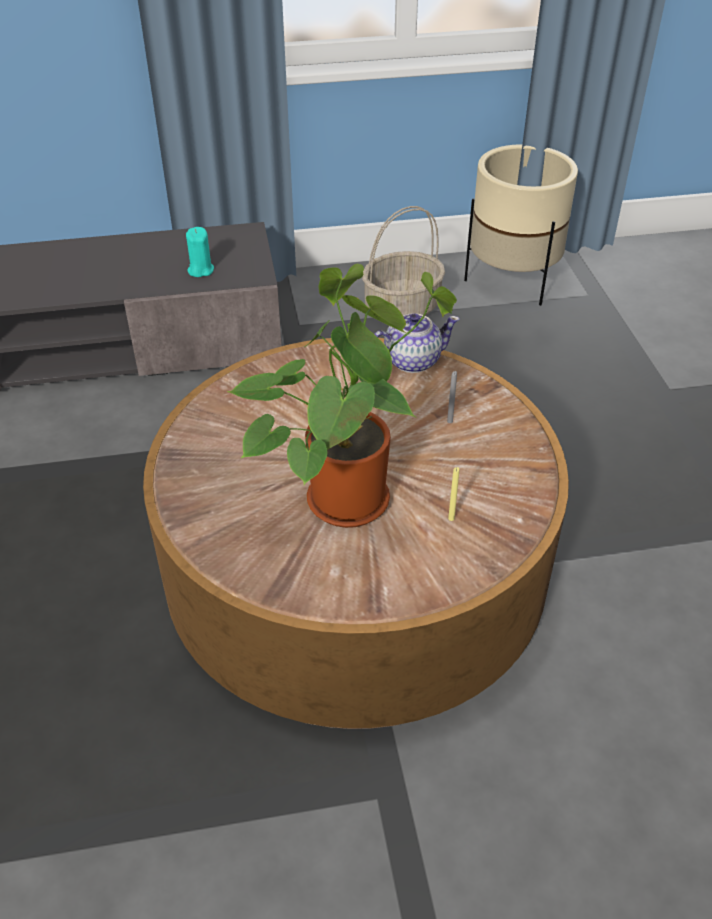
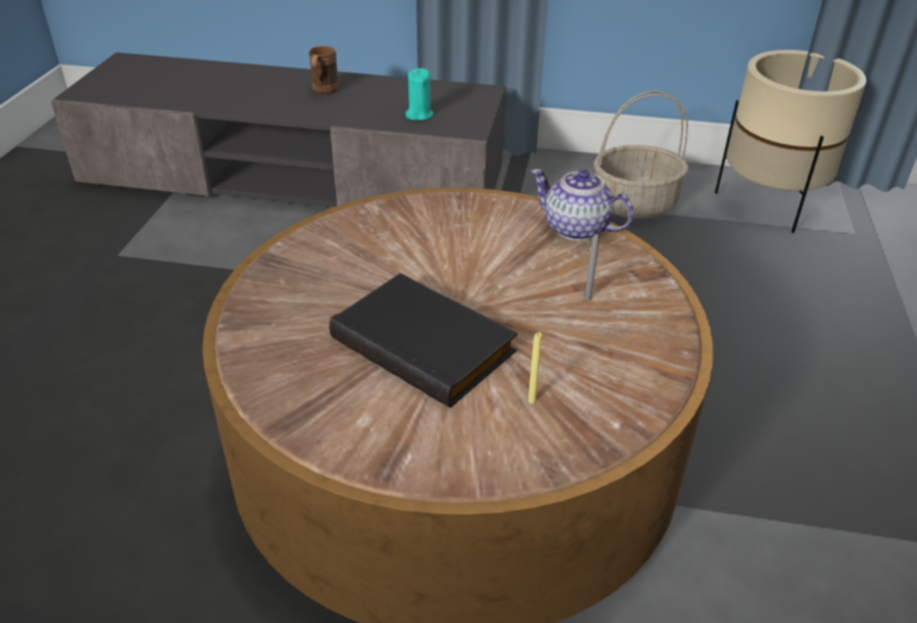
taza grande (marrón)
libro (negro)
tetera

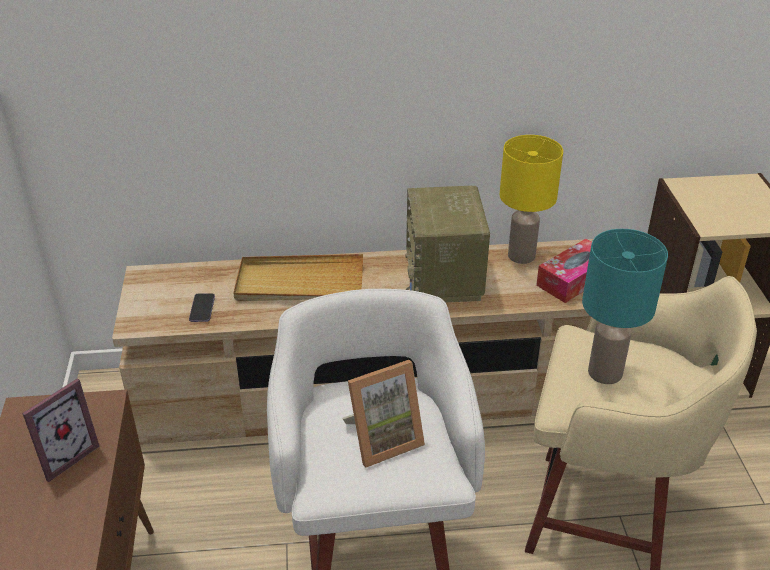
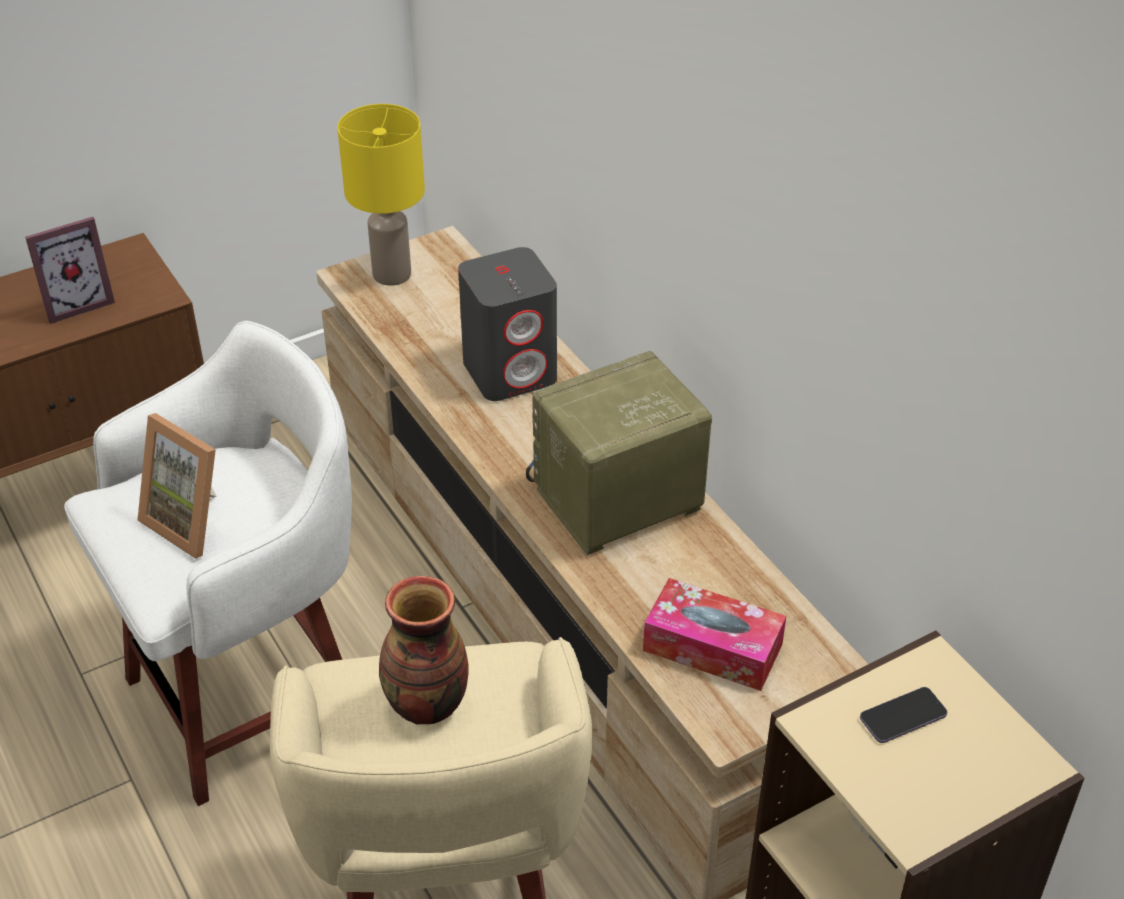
portarretratos (1st from left)
lámpara de mesa (amarillo)
florero
altavoz (gris)
móvil

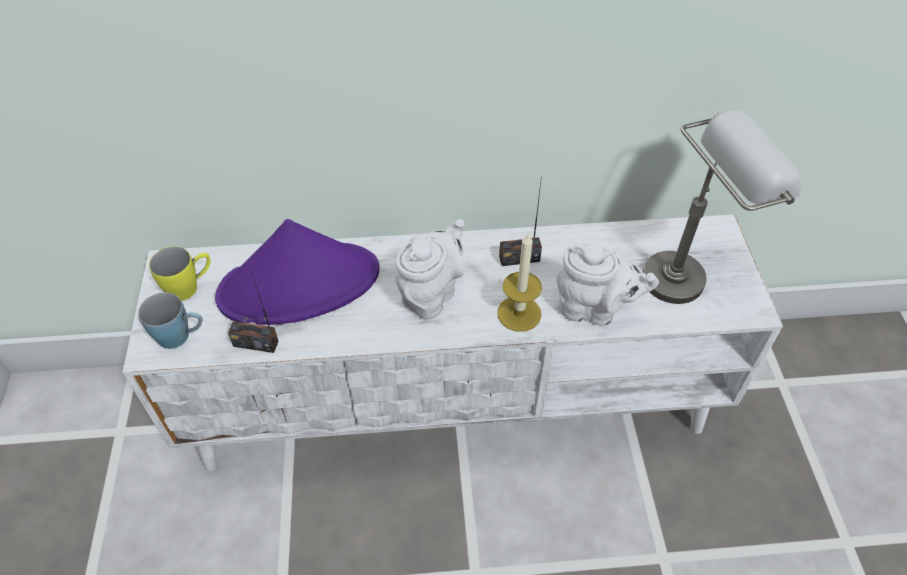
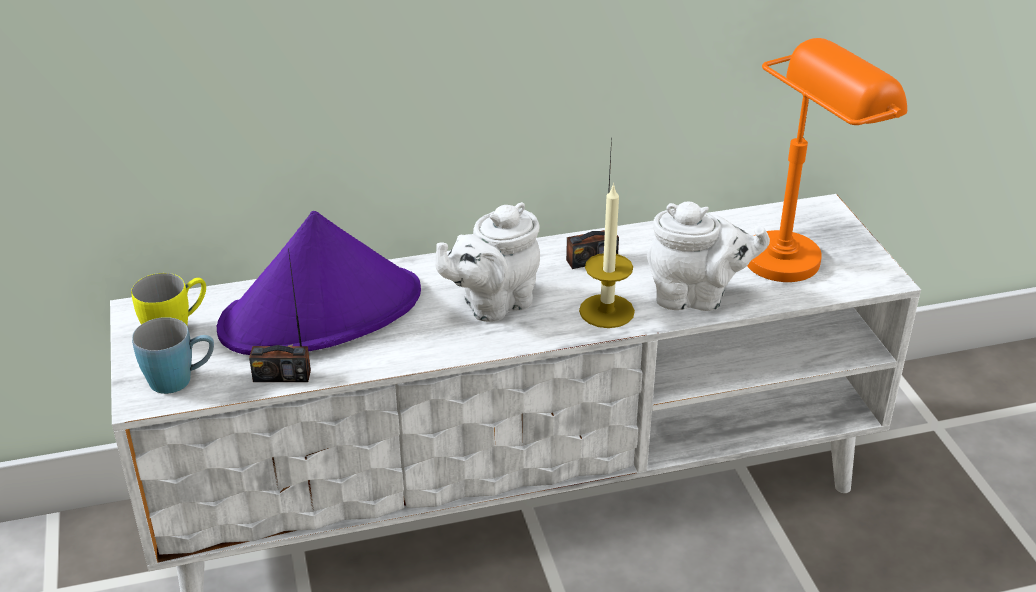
tetera (blanco) (1st from left)
lámpara de mesa (naranja)

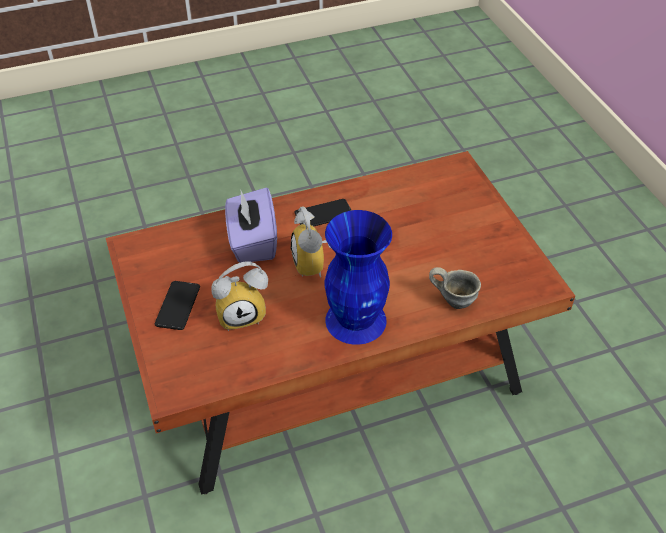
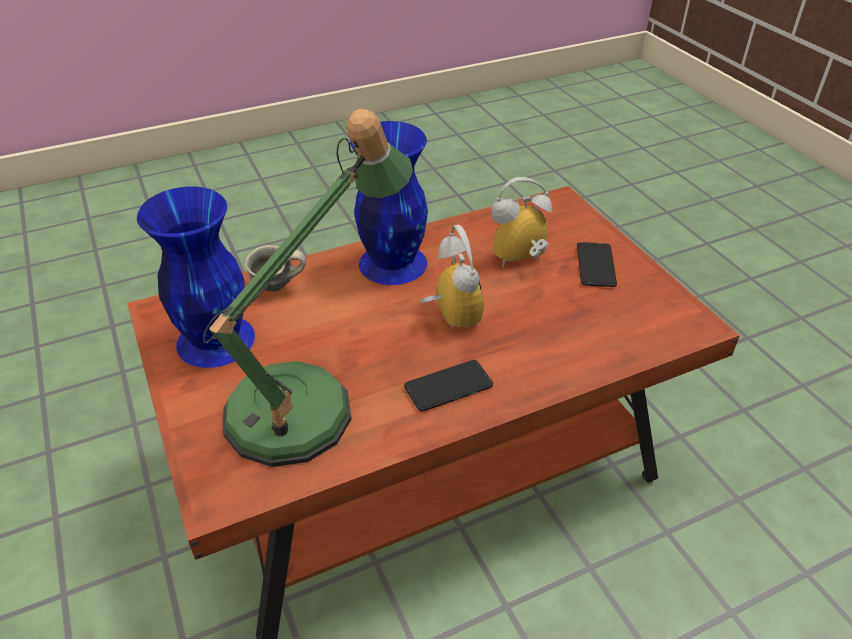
florero (azul) (1st from left)
lámpara de mesa
caja de pañuelos (morado)

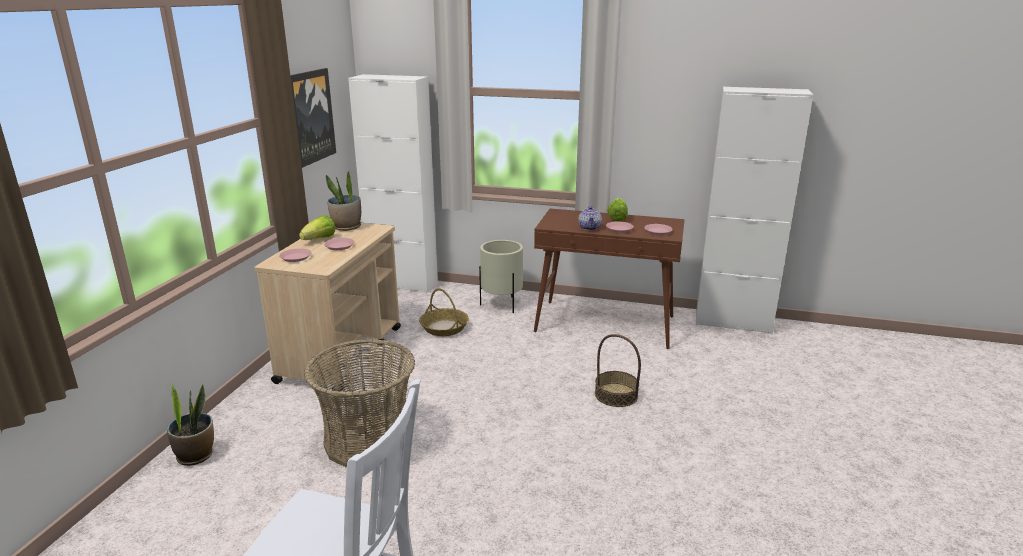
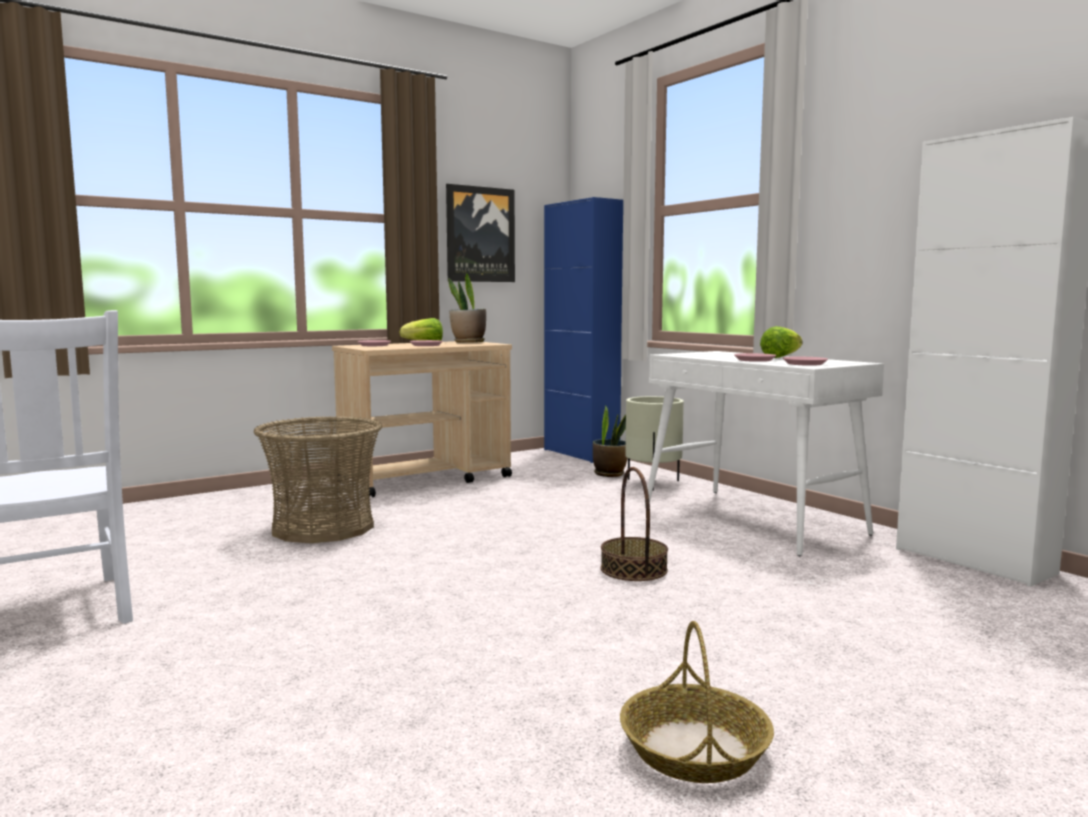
armario (azul)
planta en maceta (2nd from left)
cesta (3rd from left)
mesa consola (blanco)
tetera

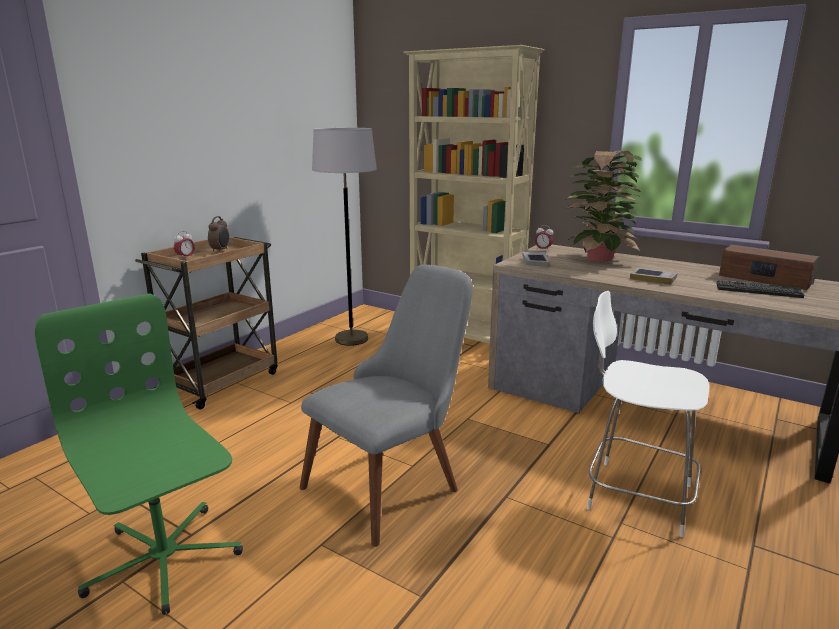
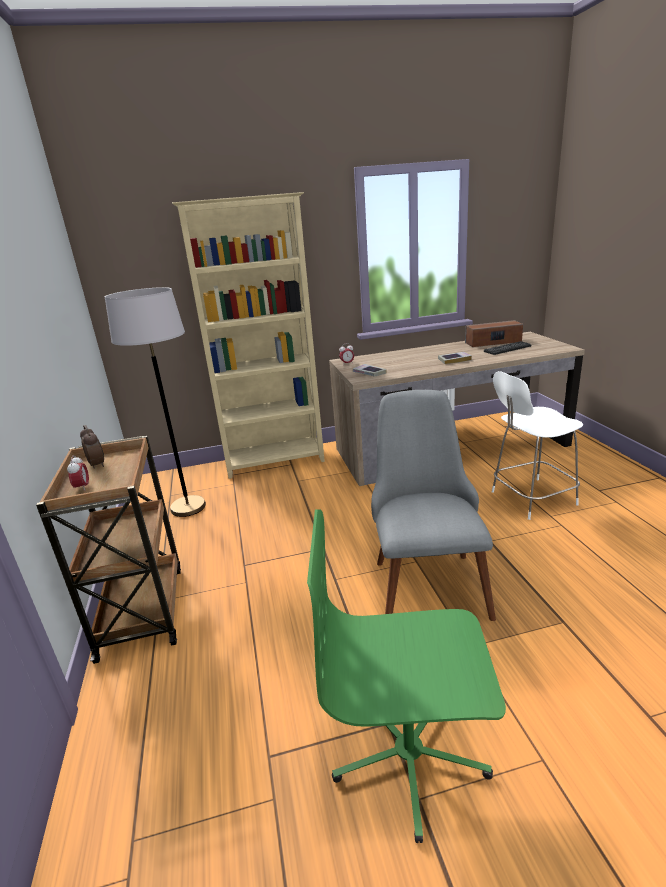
planta en maceta

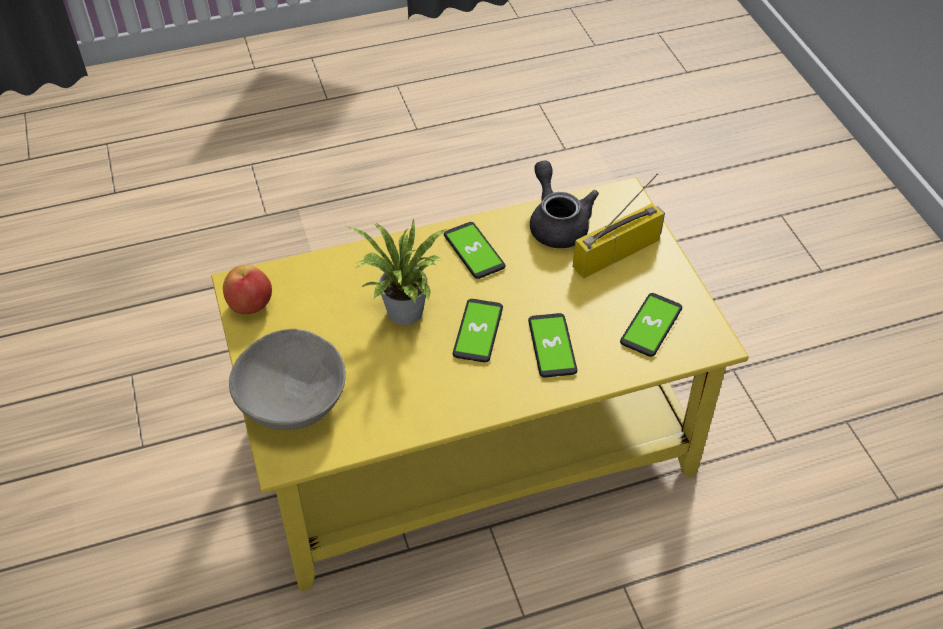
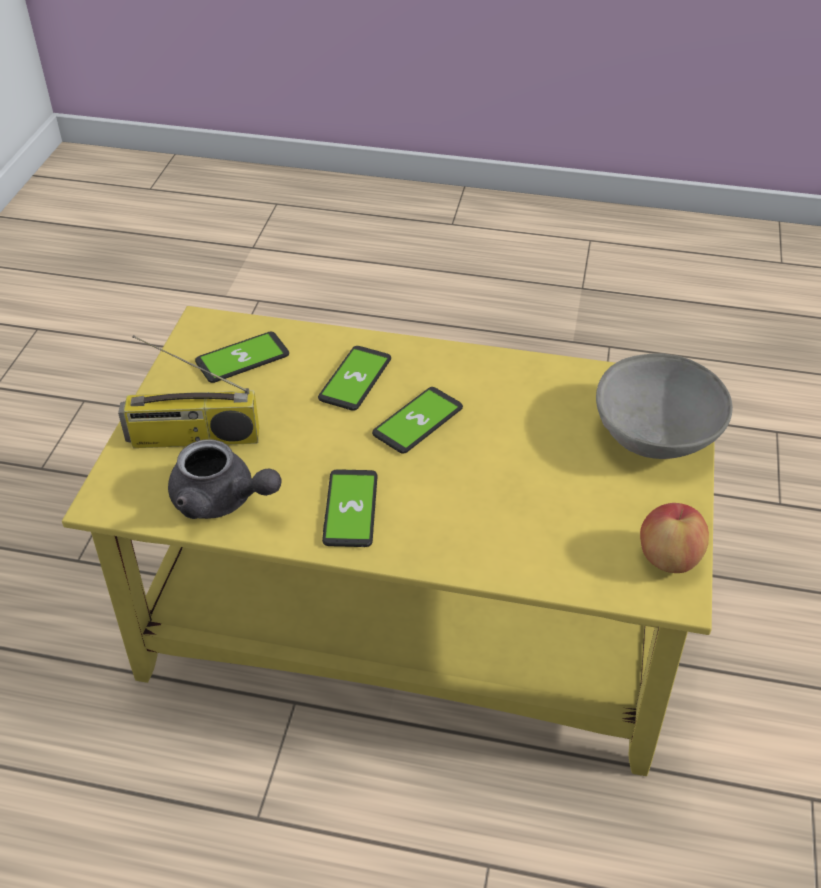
tetera (gris)
planta en maceta

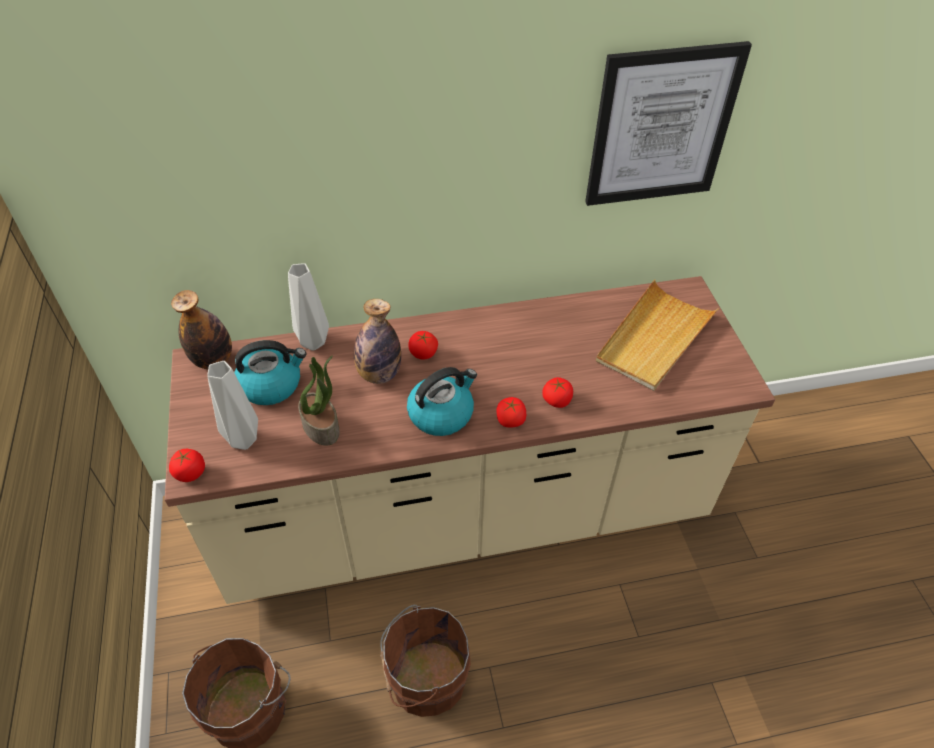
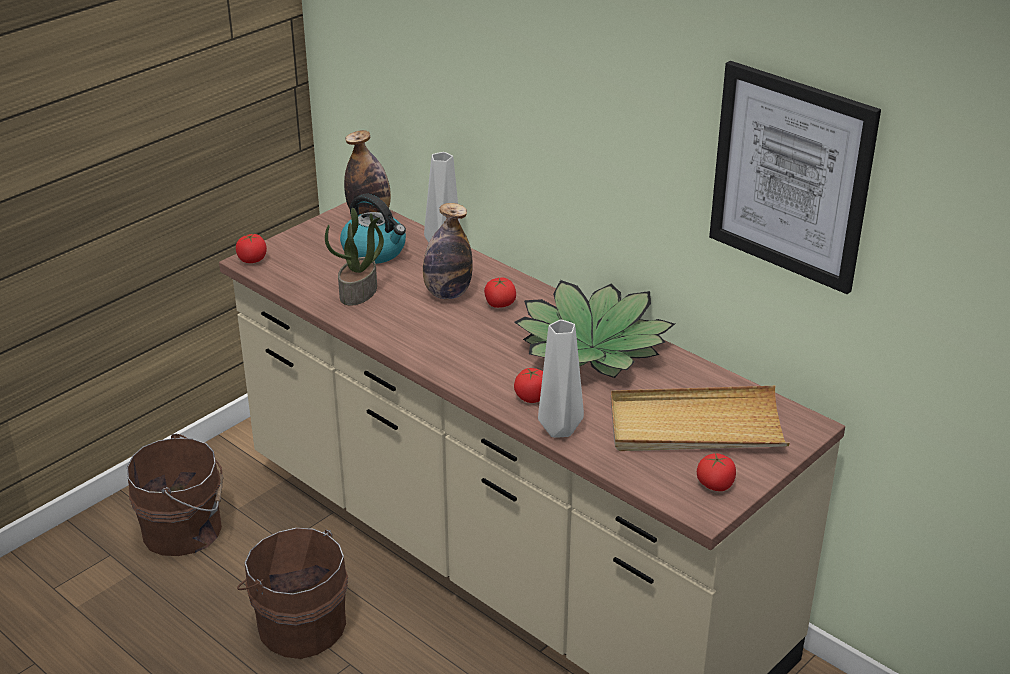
planta en maceta (2nd from left)
florero (gris) (2nd from left)
tomate (4th from left)
hervidor (2nd from left in the first image)

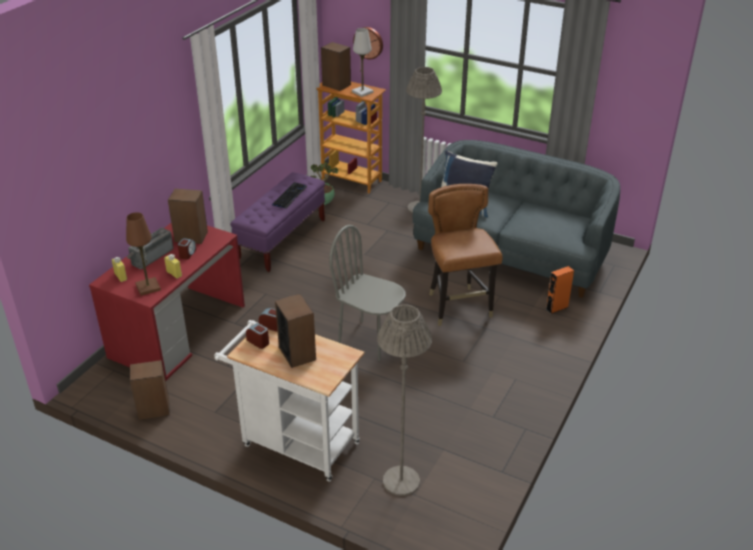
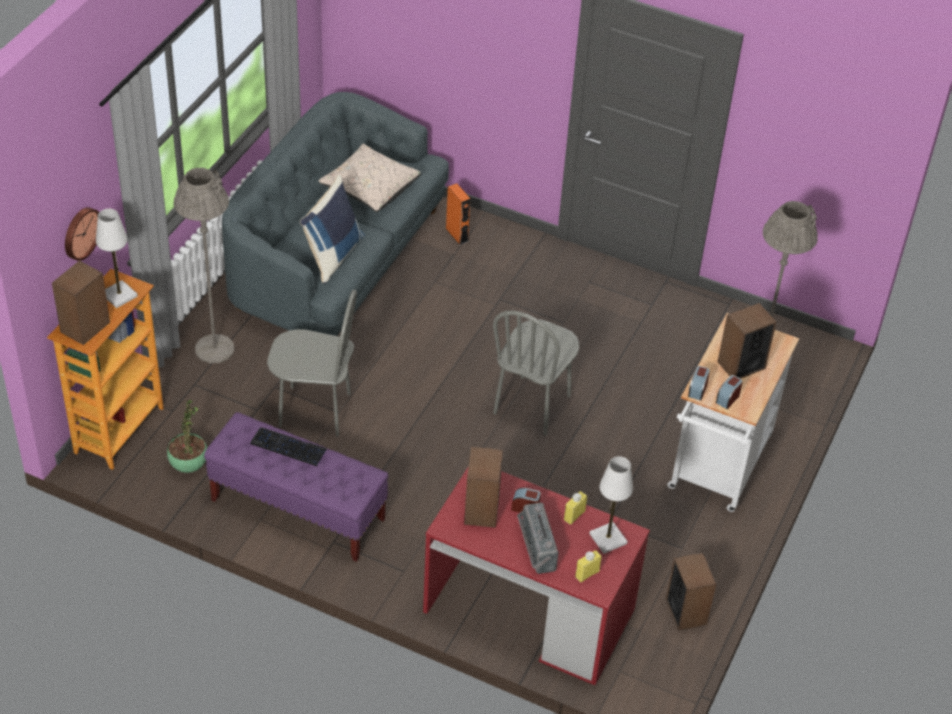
silla (gris) (1st from left)
cojín (beis)
radio
lámpara de mesa (blanco) (2nd from left)
silla (marrón)

